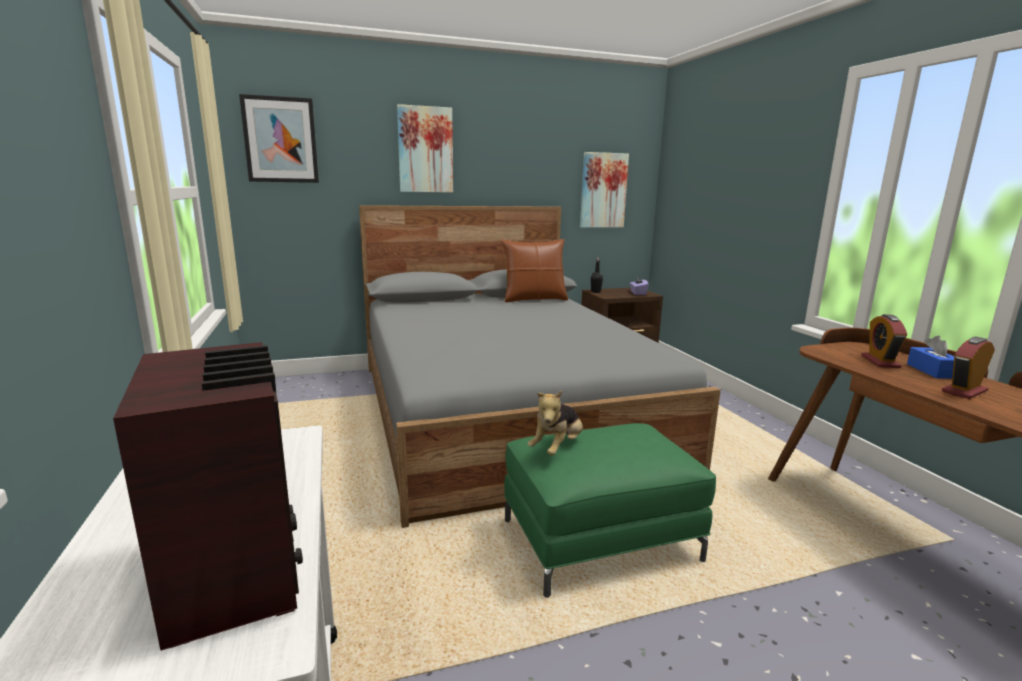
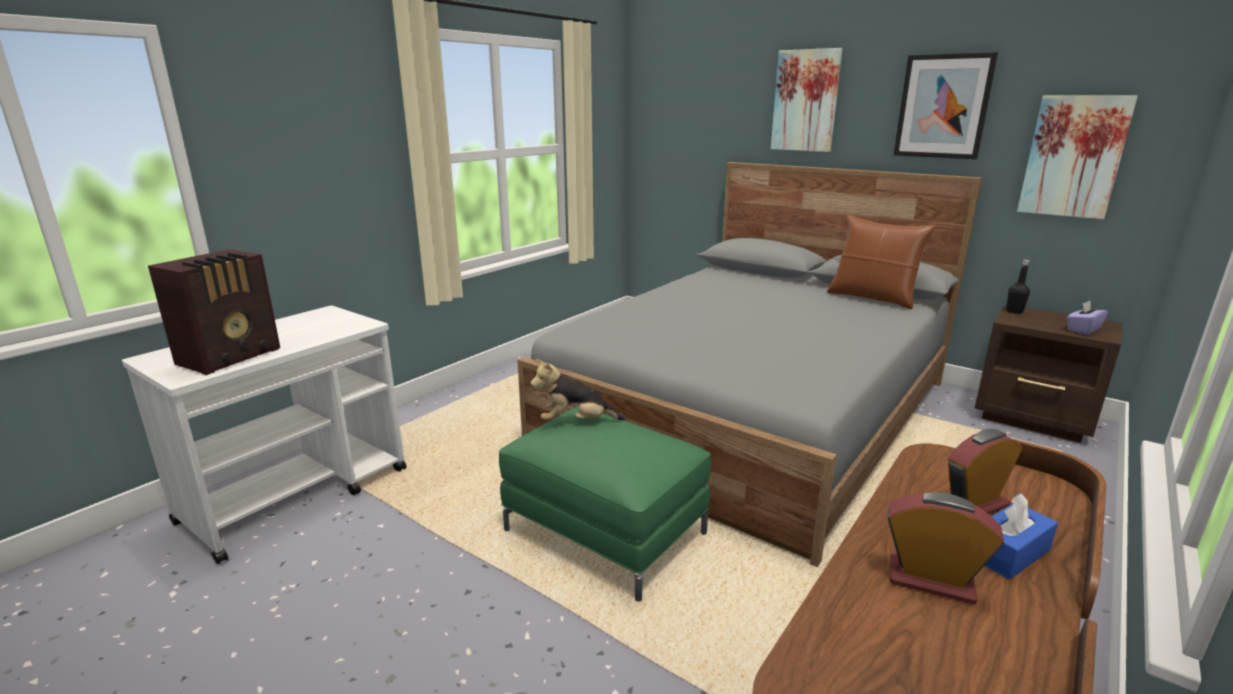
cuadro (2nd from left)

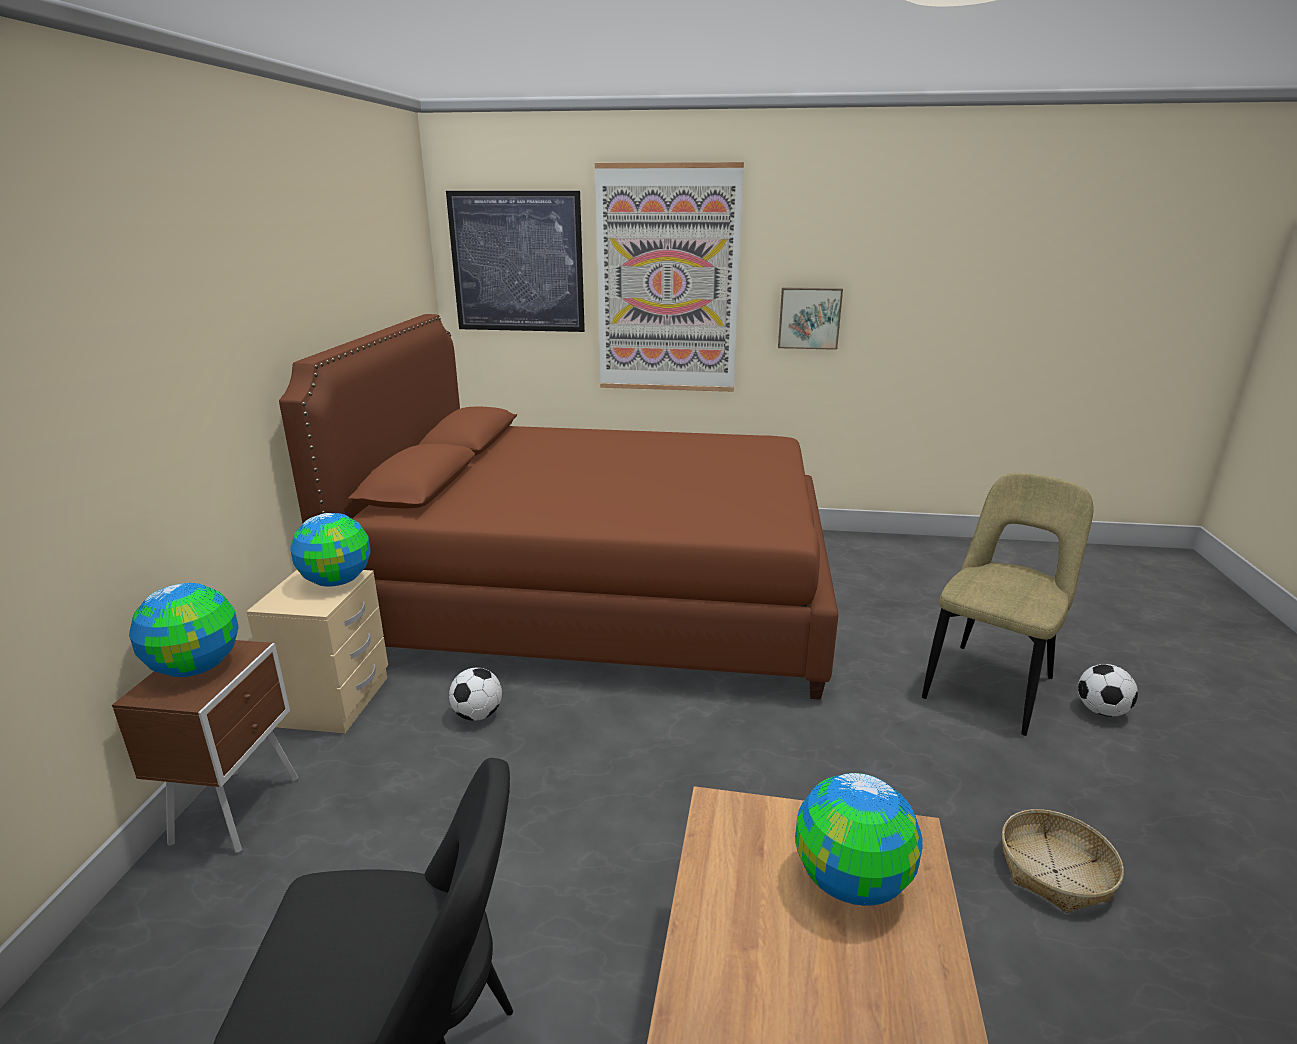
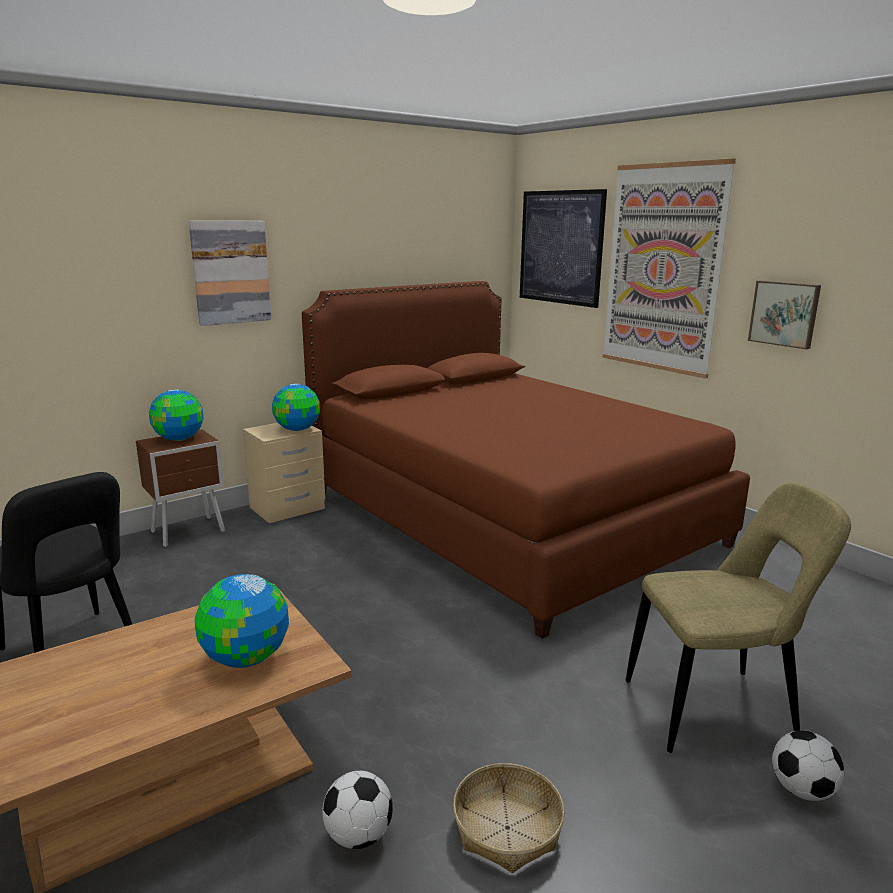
cuadro (1st from left)
balón de fútbol (1st from left)

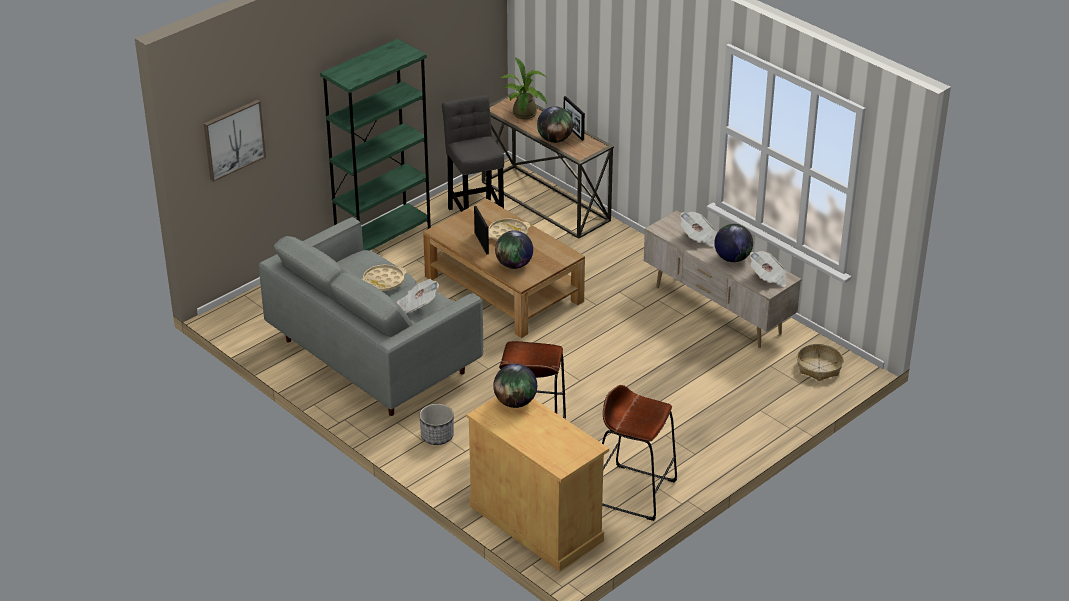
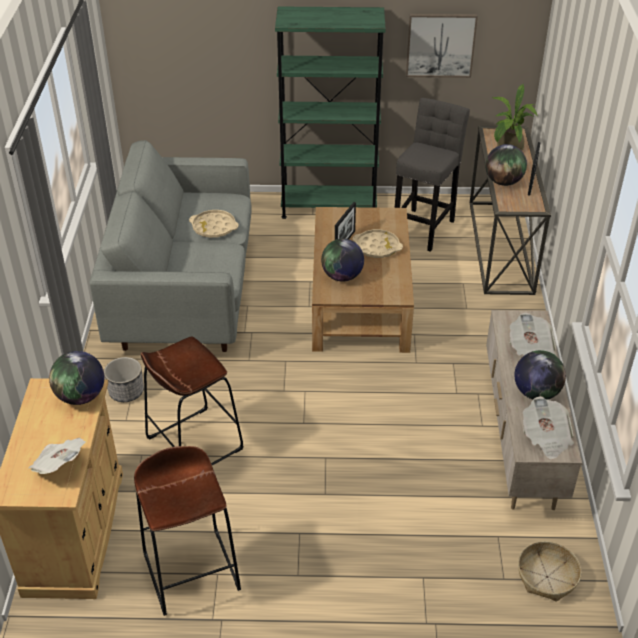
periódico (1st from left)
cuadro

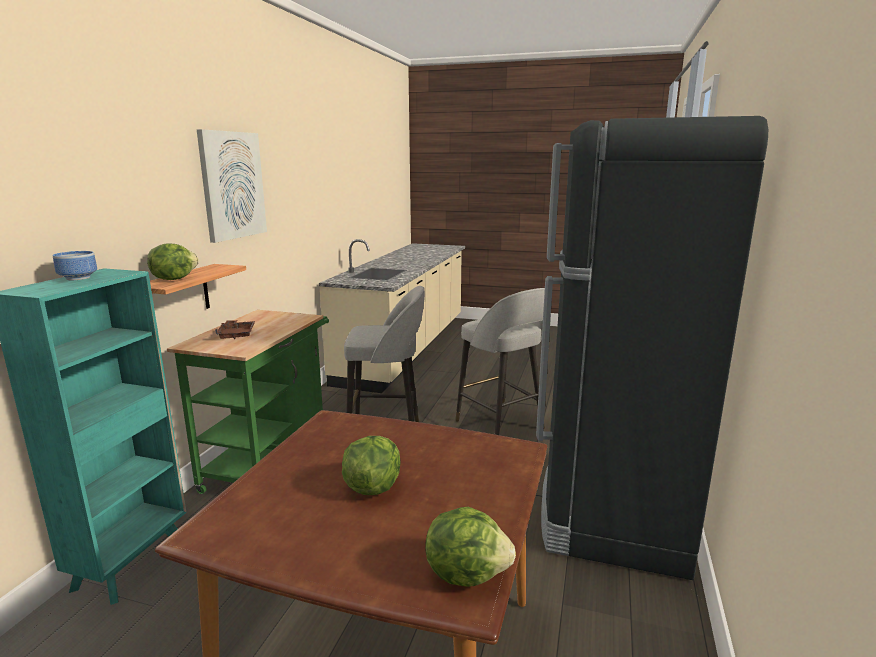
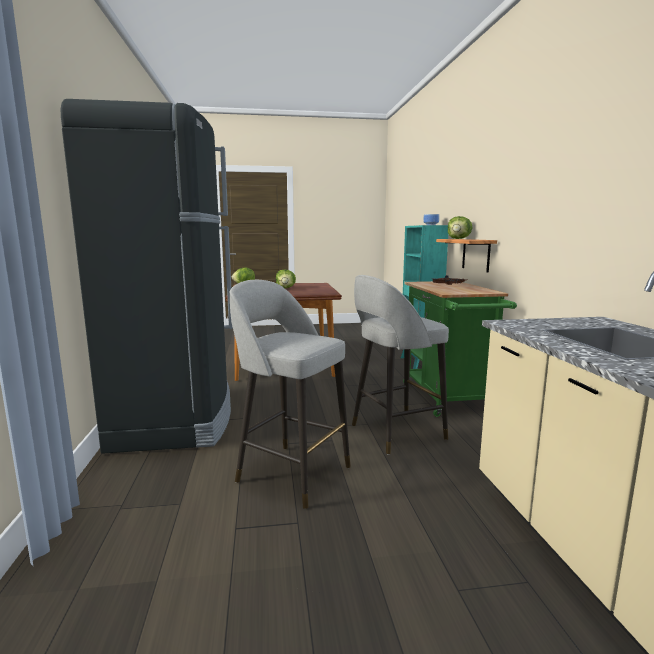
cuadro

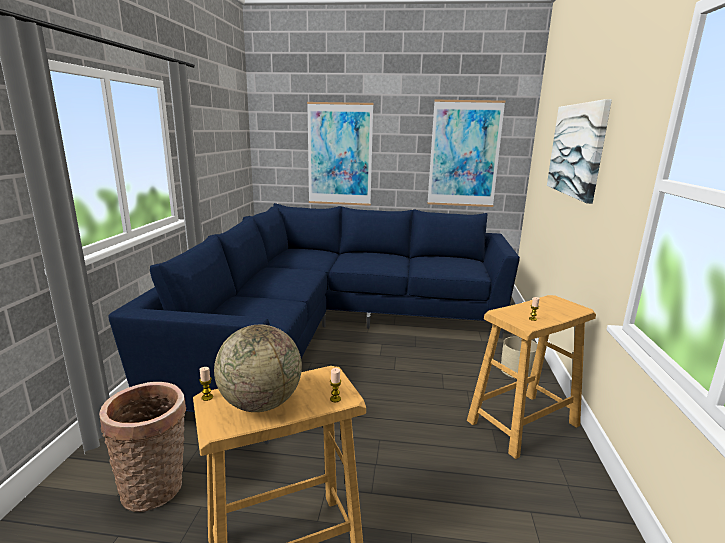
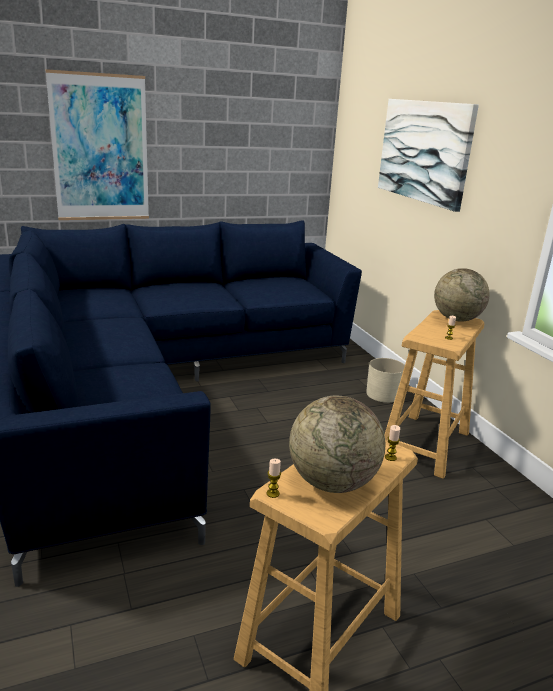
globo terráqueo (2nd from left)
cesta
cuadro (2nd from left in the first image)

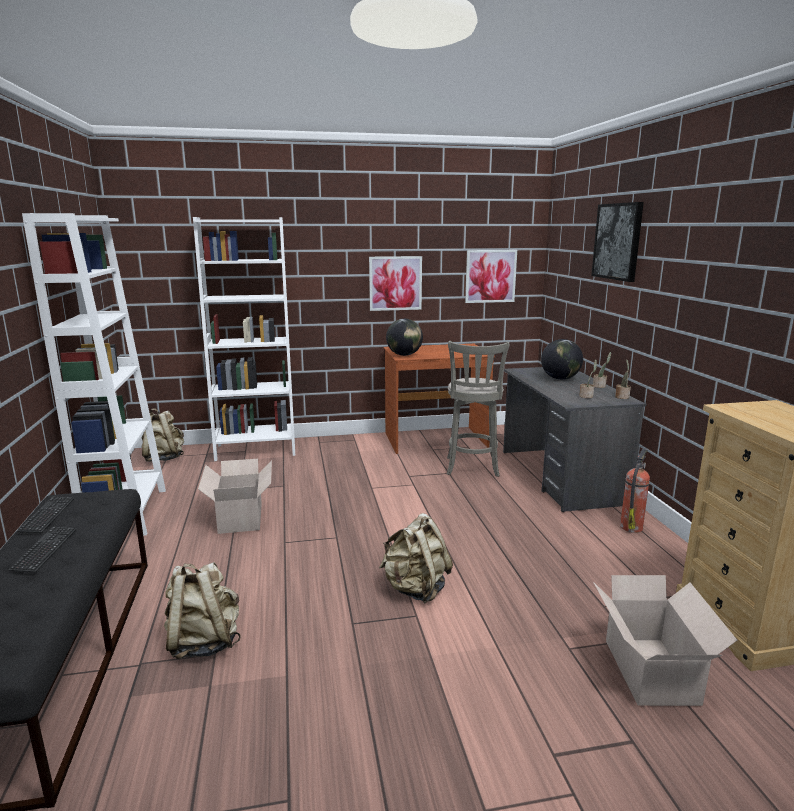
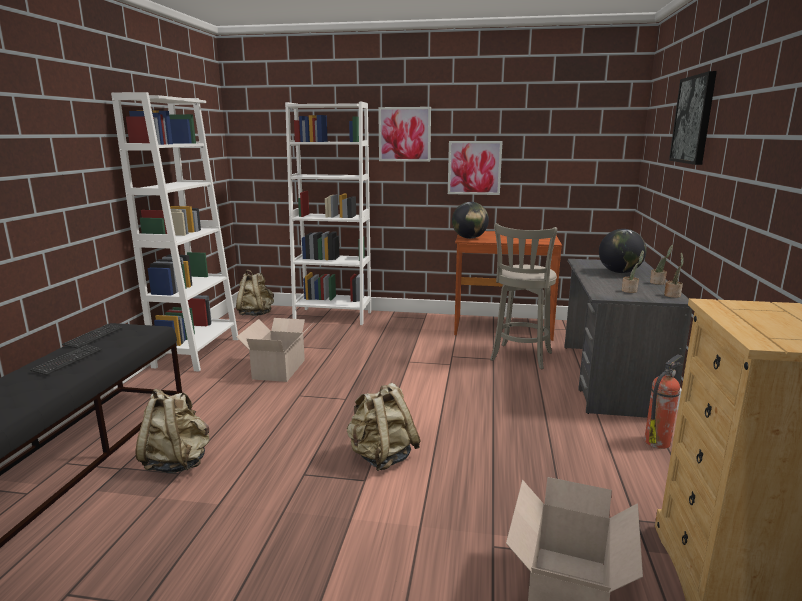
cuadro (1st from left)

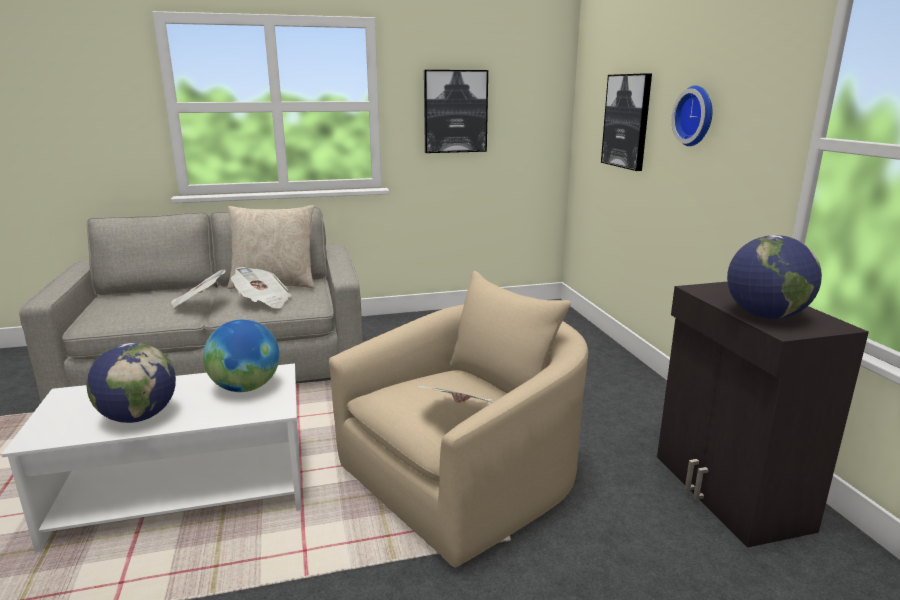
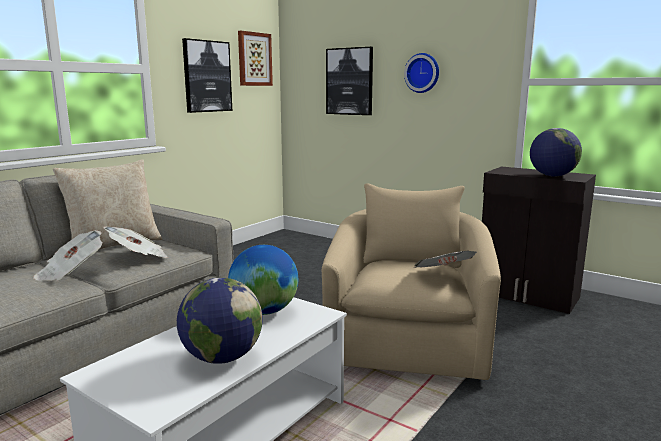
cuadro (2nd from left)

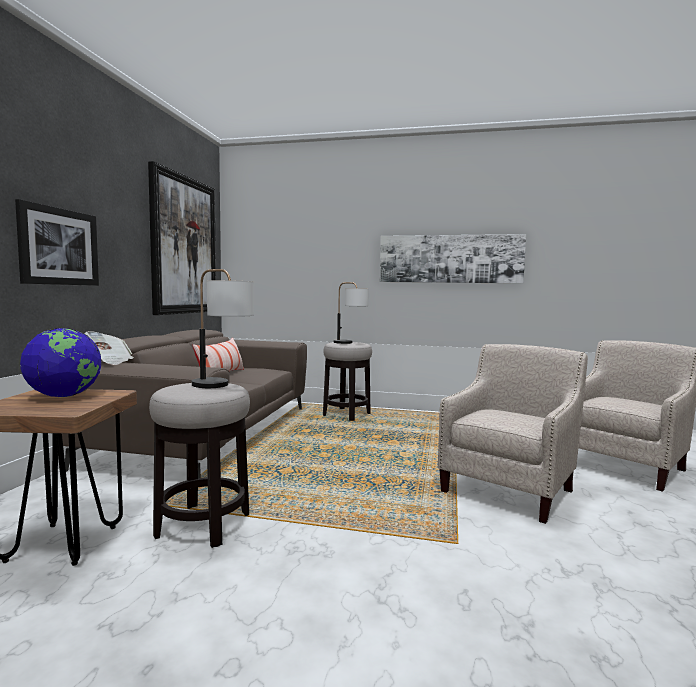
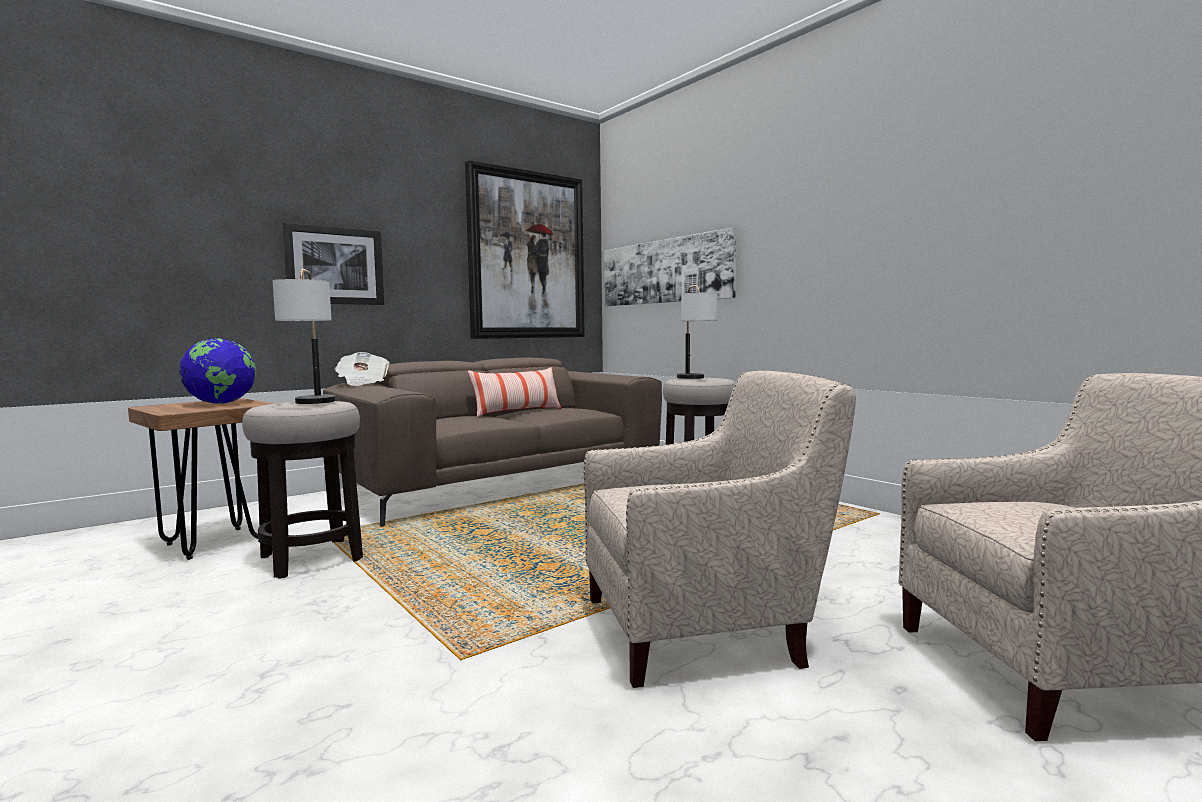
cuadro (3rd from left)

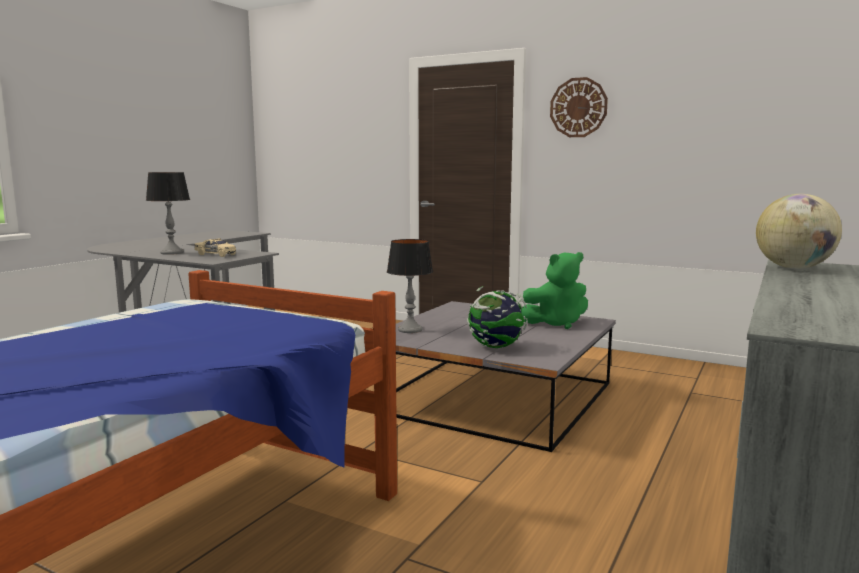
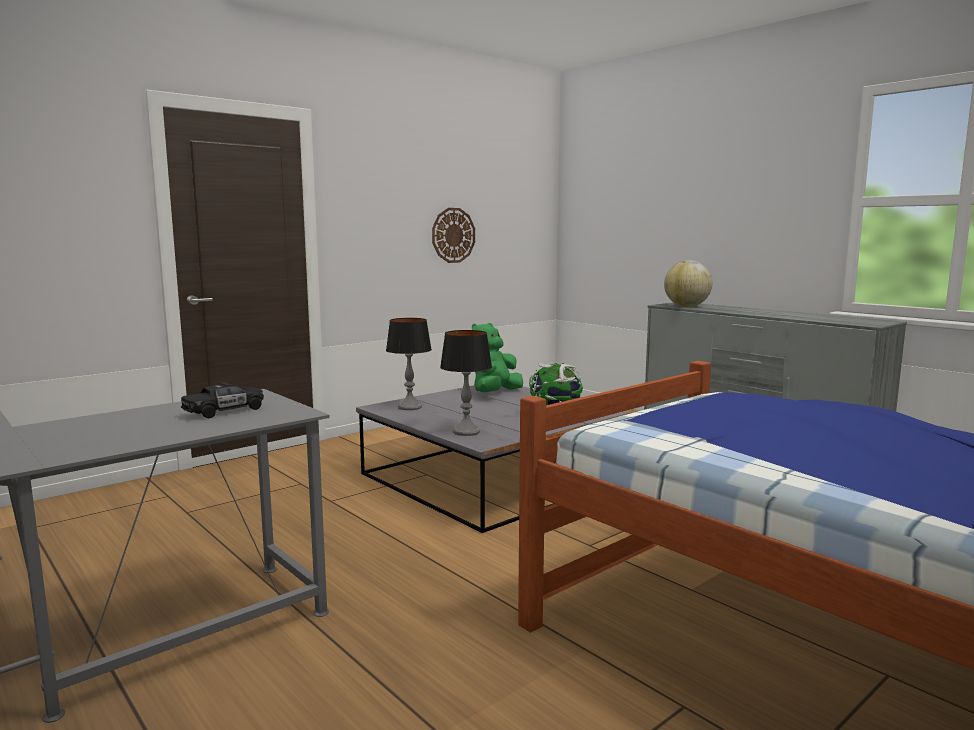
coche de juguete (negro)
lámpara de mesa (1st from left)
reloj de pared
peluche (verde)

